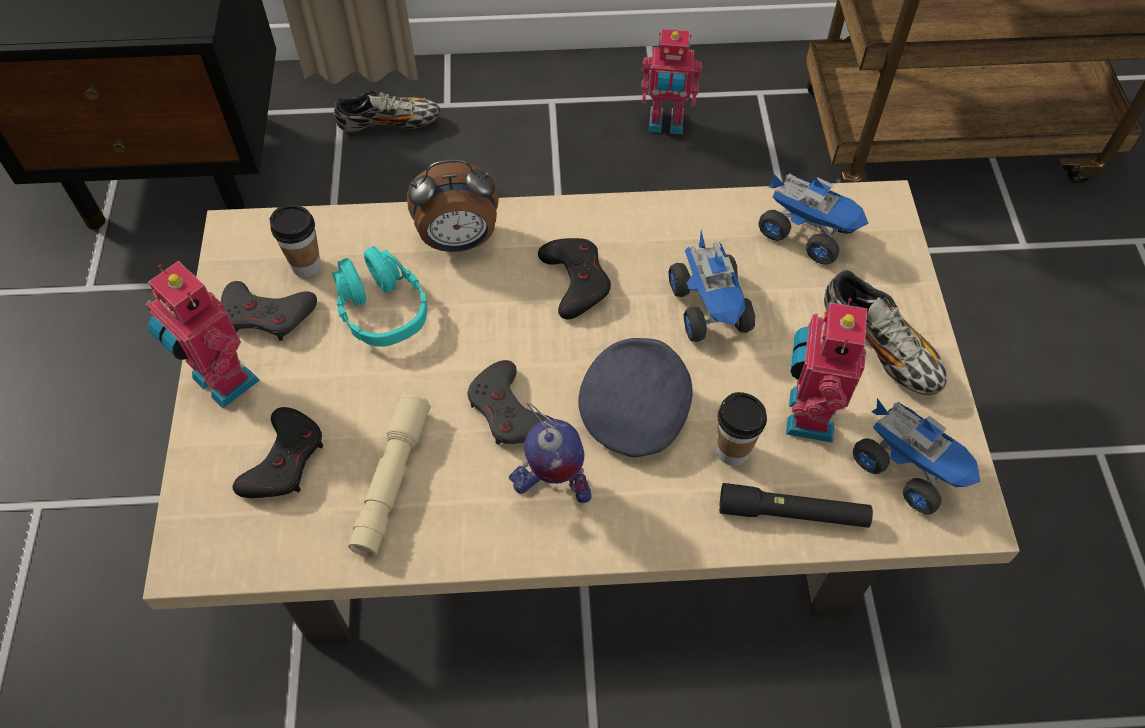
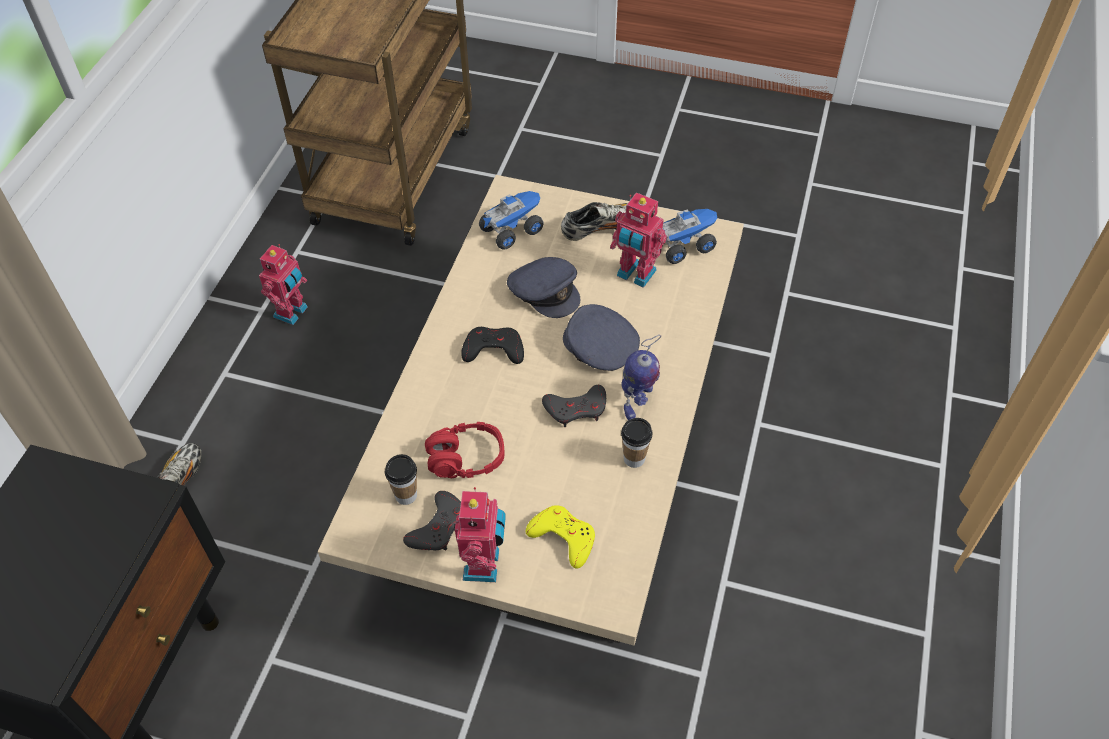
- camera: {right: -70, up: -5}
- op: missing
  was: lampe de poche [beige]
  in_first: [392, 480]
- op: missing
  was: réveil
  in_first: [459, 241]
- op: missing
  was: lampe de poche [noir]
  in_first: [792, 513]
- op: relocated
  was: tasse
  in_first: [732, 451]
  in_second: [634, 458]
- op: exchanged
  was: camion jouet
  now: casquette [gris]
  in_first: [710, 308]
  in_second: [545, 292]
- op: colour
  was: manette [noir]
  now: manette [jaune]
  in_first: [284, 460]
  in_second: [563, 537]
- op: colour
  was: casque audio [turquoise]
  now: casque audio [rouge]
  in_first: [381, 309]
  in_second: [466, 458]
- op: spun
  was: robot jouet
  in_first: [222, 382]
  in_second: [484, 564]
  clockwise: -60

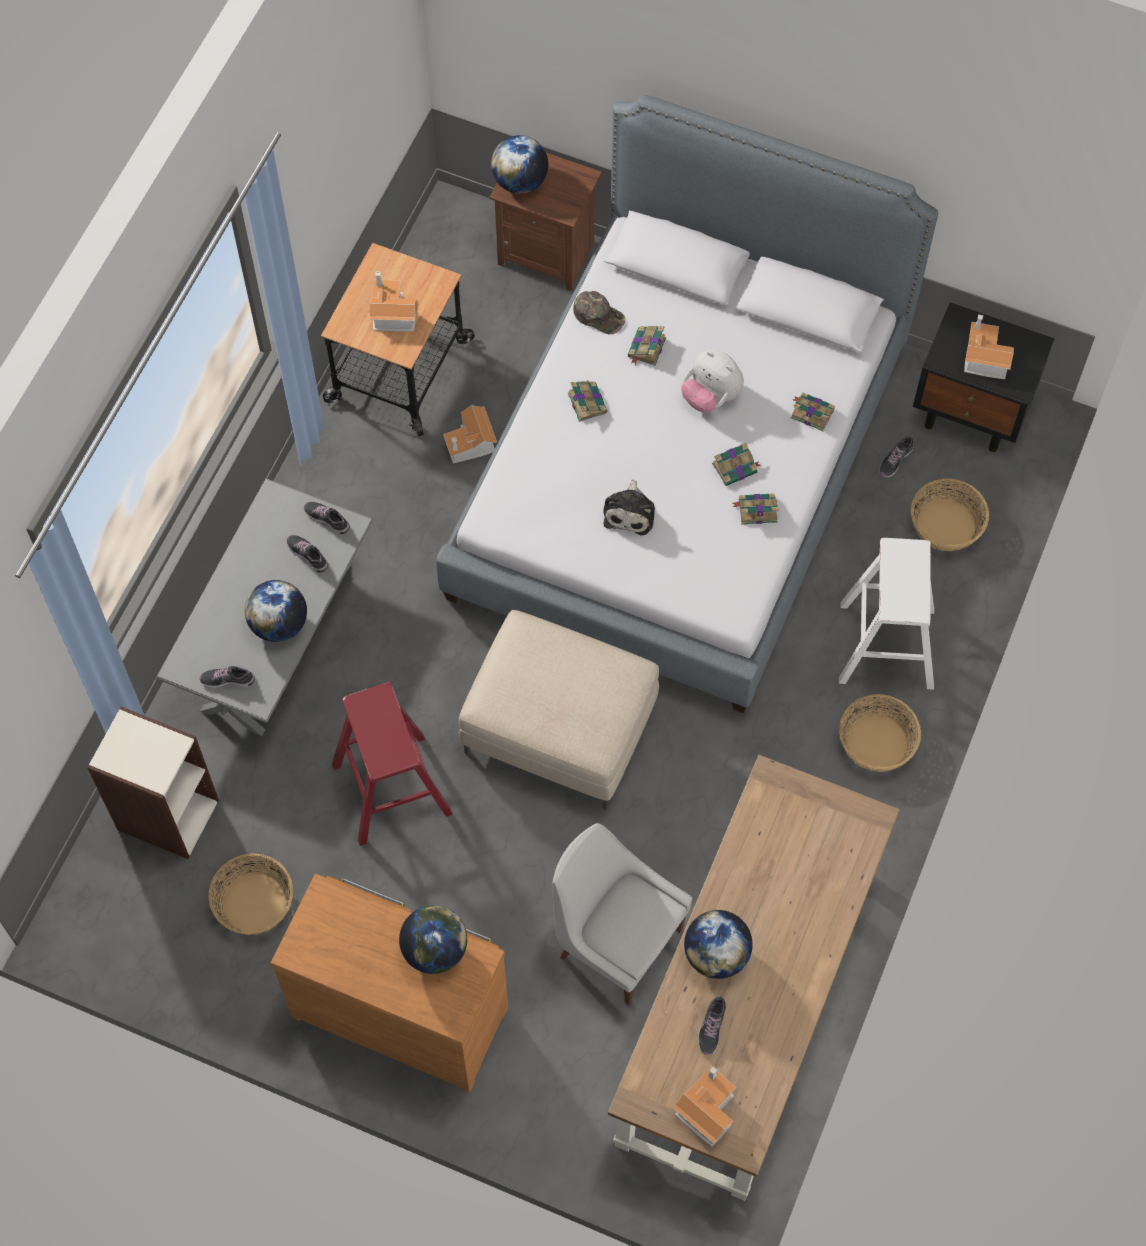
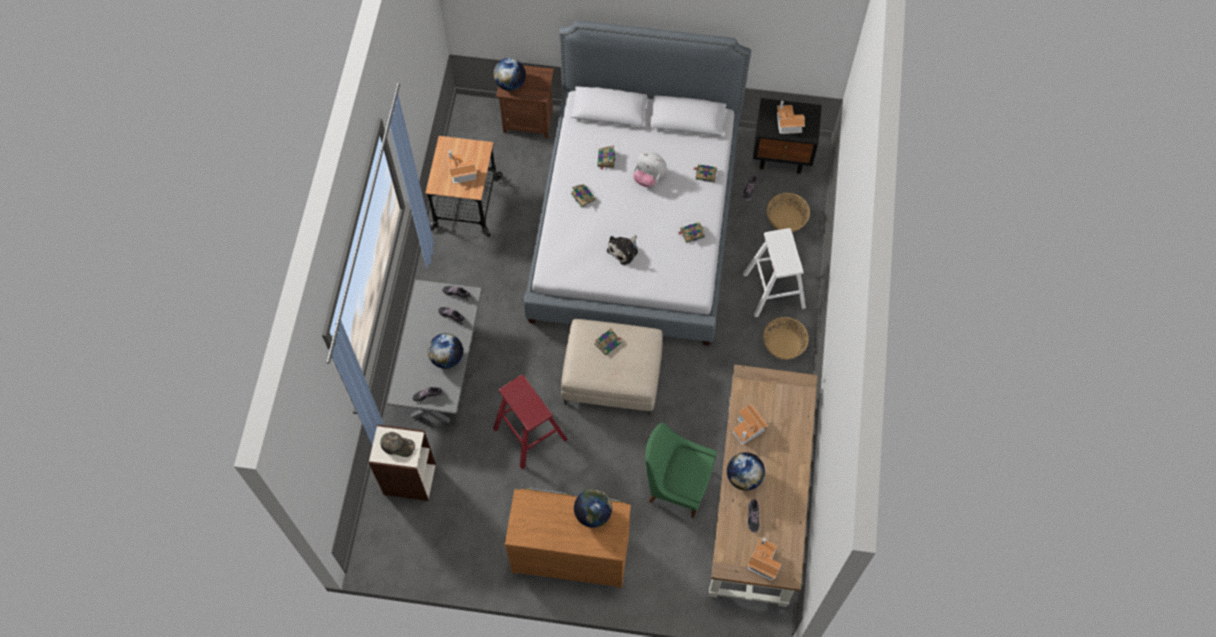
- camera: {right: -15, up: 0}
- op: missing
  was: panier
  in_first: [253, 903]
- op: relocated
  was: maison miniature
  in_first: [471, 444]
  in_second: [748, 429]
- op: relocated
  was: casquette [vert]
  in_first: [599, 315]
  in_second: [398, 445]
- op: relocated
  was: livre
  in_first: [735, 468]
  in_second: [608, 343]
- op: colour
  was: chaise [blanc]
  now: chaise [vert]
  in_first: [616, 940]
  in_second: [676, 485]
- op: spun
  was: peluche
  in_first: [630, 512]
  in_second: [624, 250]
  clockwise: 45

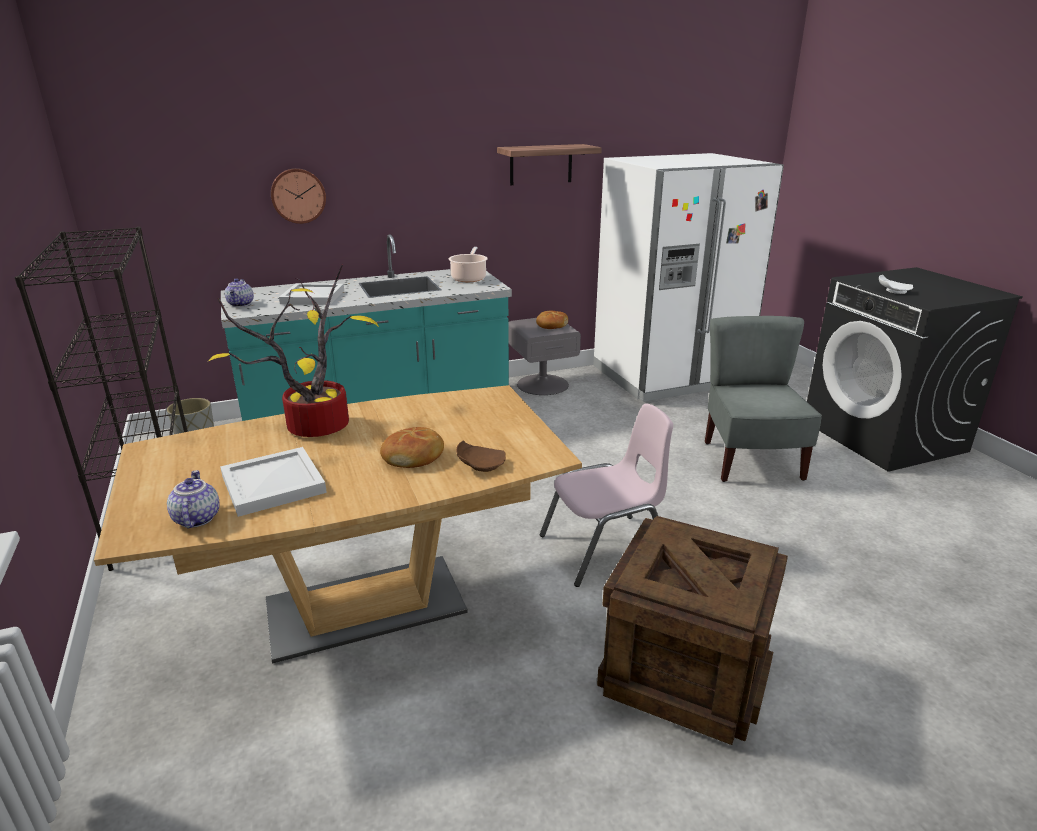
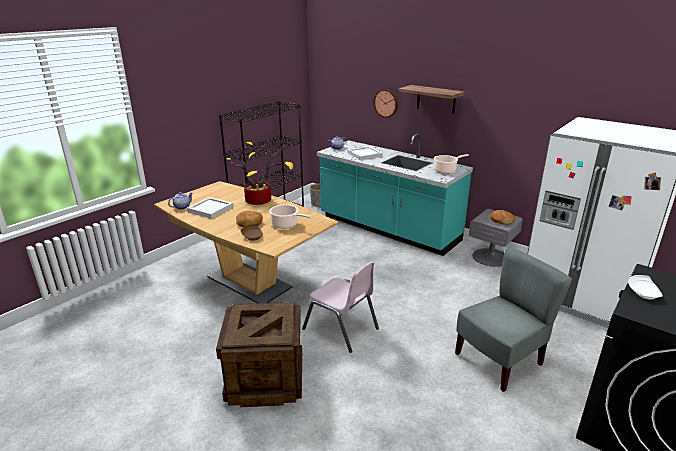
- camera: {right: 60, up: 0}
- op: appeared
  now: marmite
  in_second: [286, 224]
- op: relocated
  was: étagère
  in_first: [541, 164]
  in_second: [436, 99]

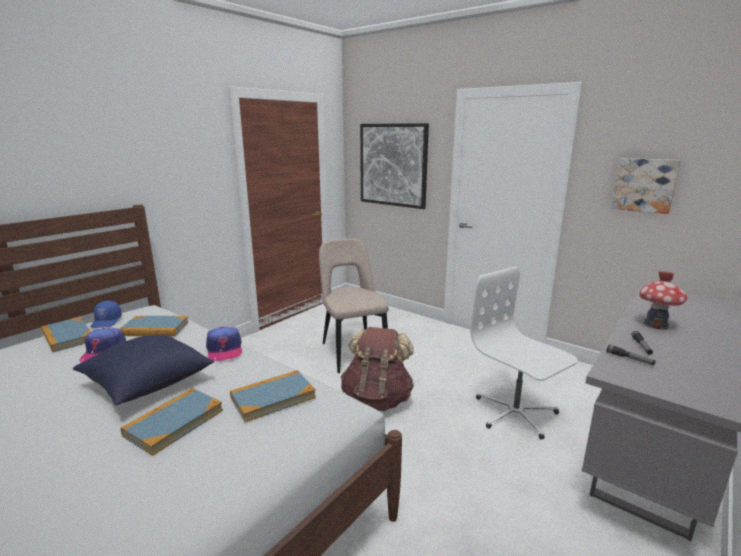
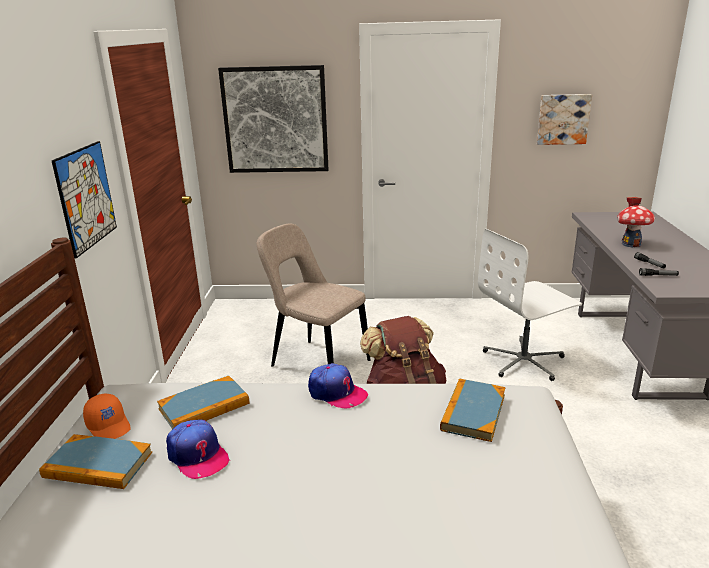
- camera: {right: -35, up: 5}
- op: missing
  was: coussin [bleu]
  in_first: [148, 383]
- op: missing
  was: livre
  in_first: [174, 422]
- op: appeared
  now: tableau
  in_second: [86, 197]
- op: colour
  was: casquette [bleu]
  now: casquette [orange]
  in_first: [107, 321]
  in_second: [109, 426]
- op: spun
  was: chaise de bureau [blanc]
  in_first: [515, 413]
  in_second: [524, 361]
  clockwise: -45

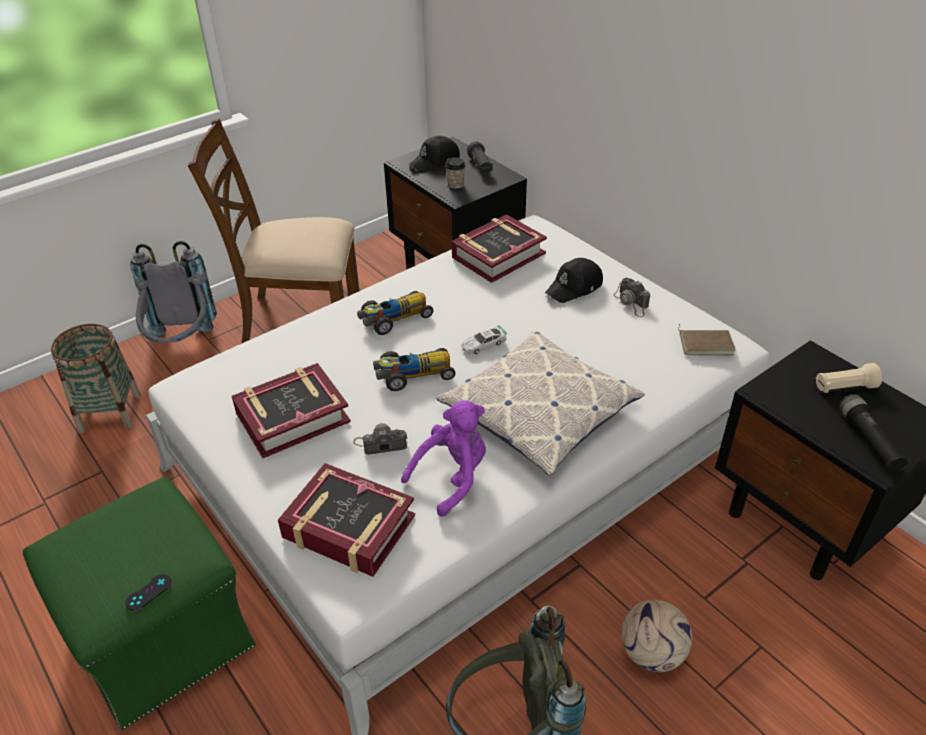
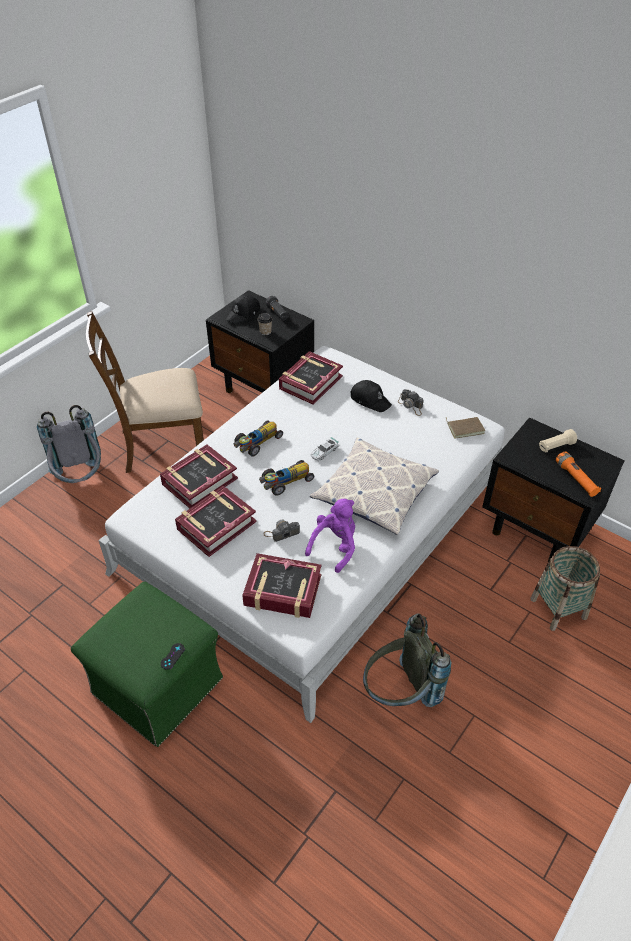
- camera: {right: -15, up: 5}
- op: missing
  was: ballon de foot
  in_first: [652, 652]
- op: appeared
  now: livre
  in_second: [199, 481]
- op: relocated
  was: panier
  in_first: [110, 412]
  in_second: [558, 608]
- op: colour
  was: lampe de poche [noir]
  now: lampe de poche [orange]
  in_first: [868, 441]
  in_second: [576, 479]
- op: spun
  was: casquette [noir]
  in_first: [575, 287]
  in_second: [370, 400]
  clockwise: -90

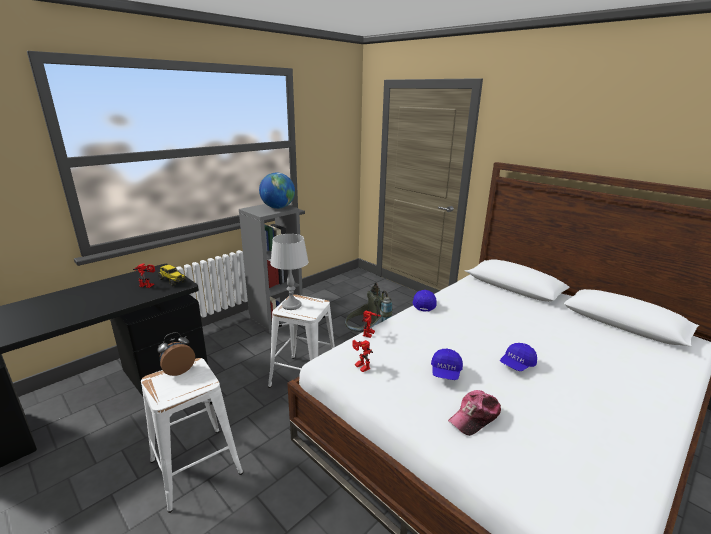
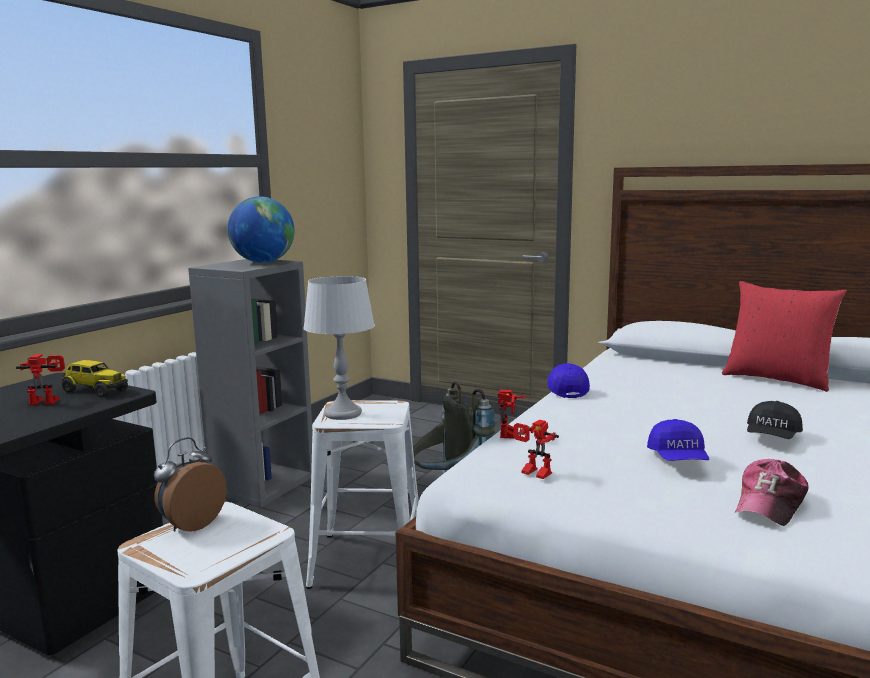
- camera: {right: -15, up: -10}
- op: appeared
  now: coussin [rouge]
  in_second: [777, 379]
- op: colour
  was: casquette [bleu]
  now: casquette [noir]
  in_first: [517, 364]
  in_second: [772, 436]

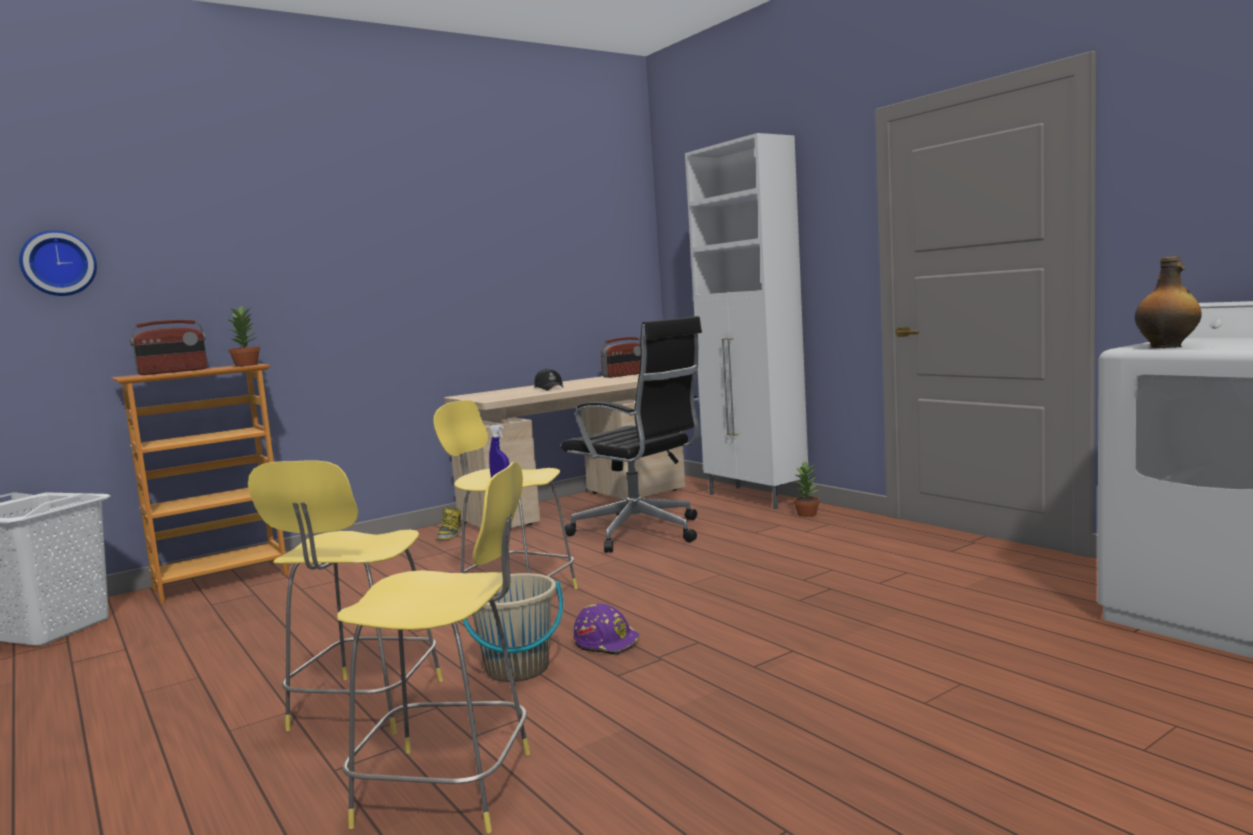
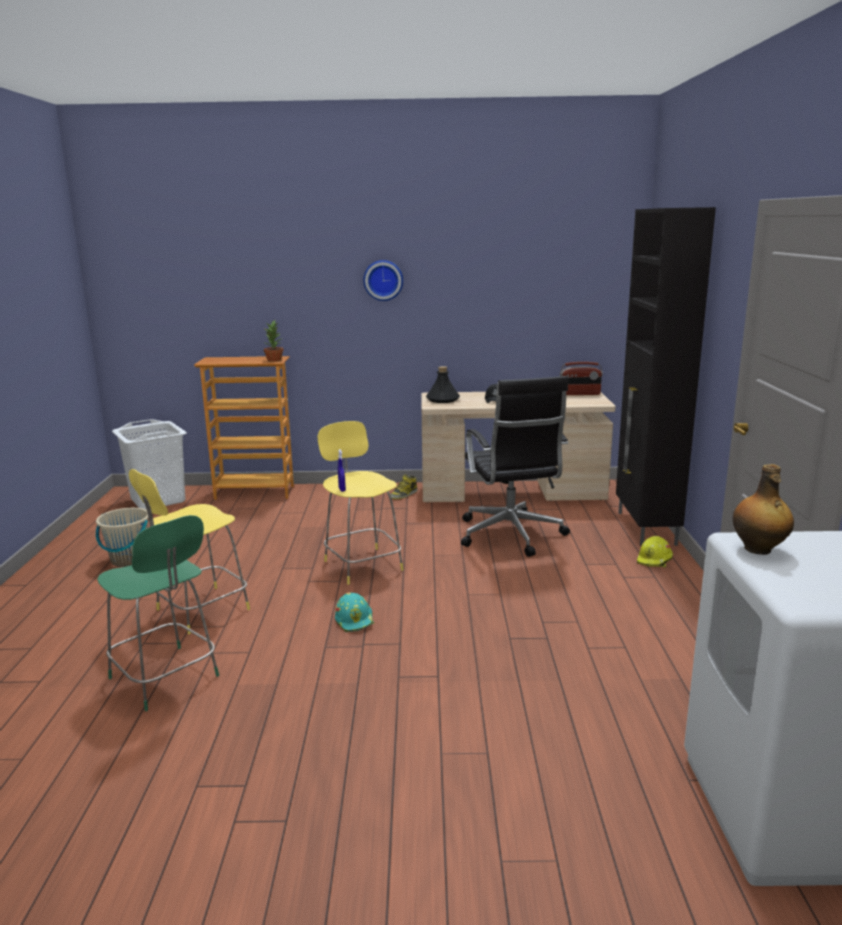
- camera: {right: 35, up: 10}
- op: missing
  was: radio
  in_first: [173, 372]
- op: appeared
  now: bouteille [noir]
  in_second: [442, 400]
- op: relocated
  was: horloge murale
  in_first: [58, 263]
  in_second: [383, 280]
- op: relocated
  was: seau [beige]
  in_first: [517, 669]
  in_second: [129, 559]
- op: exchanged
  was: plante en pot
  now: casque de chantier [jaune]
  in_first: [807, 514]
  in_second: [654, 560]
- op: colour
  was: tabouret [jaune]
  now: tabouret [vert]
  in_first: [452, 788]
  in_second: [166, 679]
- op: colour
  was: casque de chantier [violet]
  now: casque de chantier [turquoise]
  in_first: [607, 642]
  in_second: [355, 620]
- op: colour
  was: meuble de rangement [blanc]
  now: meuble de rangement [noir]
  in_first: [756, 498]
  in_second: [646, 529]

